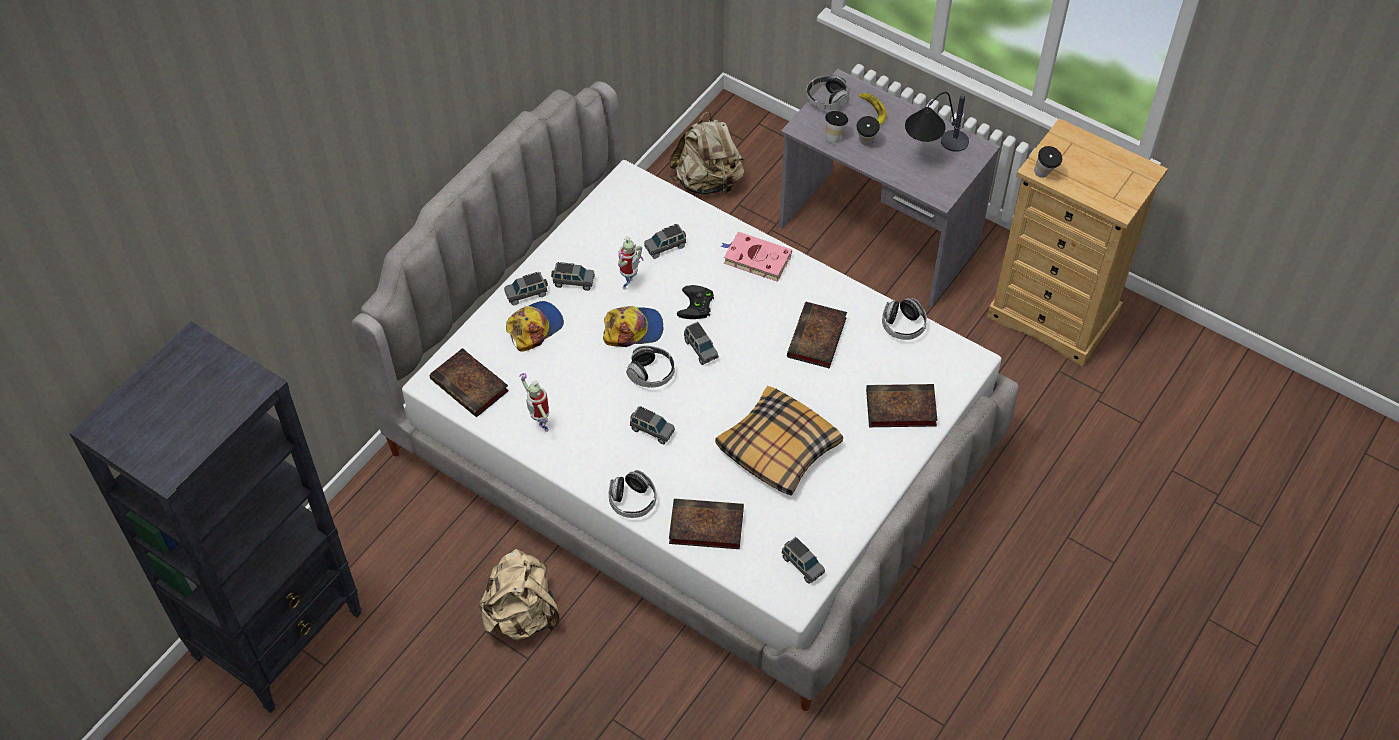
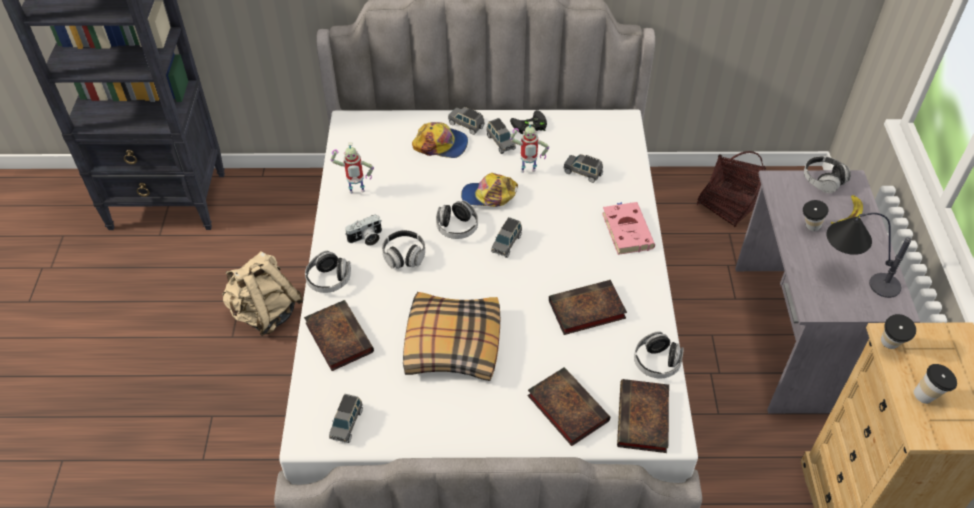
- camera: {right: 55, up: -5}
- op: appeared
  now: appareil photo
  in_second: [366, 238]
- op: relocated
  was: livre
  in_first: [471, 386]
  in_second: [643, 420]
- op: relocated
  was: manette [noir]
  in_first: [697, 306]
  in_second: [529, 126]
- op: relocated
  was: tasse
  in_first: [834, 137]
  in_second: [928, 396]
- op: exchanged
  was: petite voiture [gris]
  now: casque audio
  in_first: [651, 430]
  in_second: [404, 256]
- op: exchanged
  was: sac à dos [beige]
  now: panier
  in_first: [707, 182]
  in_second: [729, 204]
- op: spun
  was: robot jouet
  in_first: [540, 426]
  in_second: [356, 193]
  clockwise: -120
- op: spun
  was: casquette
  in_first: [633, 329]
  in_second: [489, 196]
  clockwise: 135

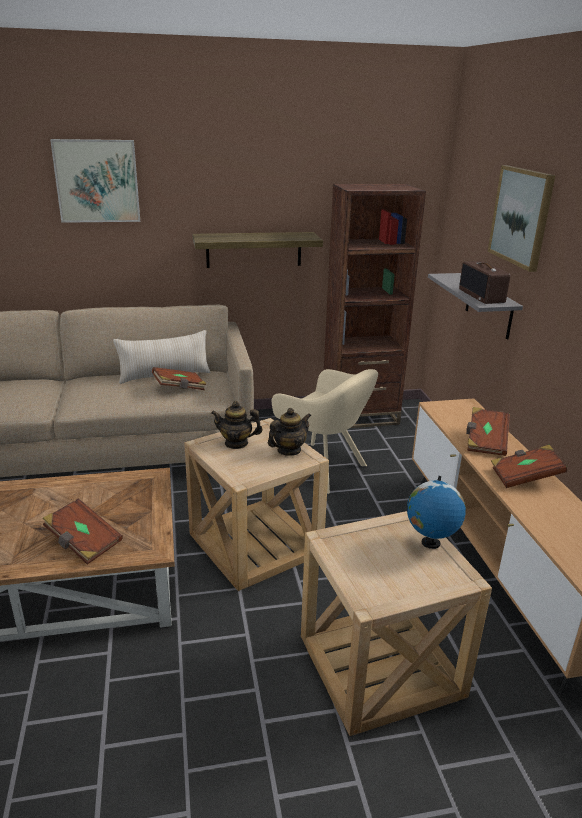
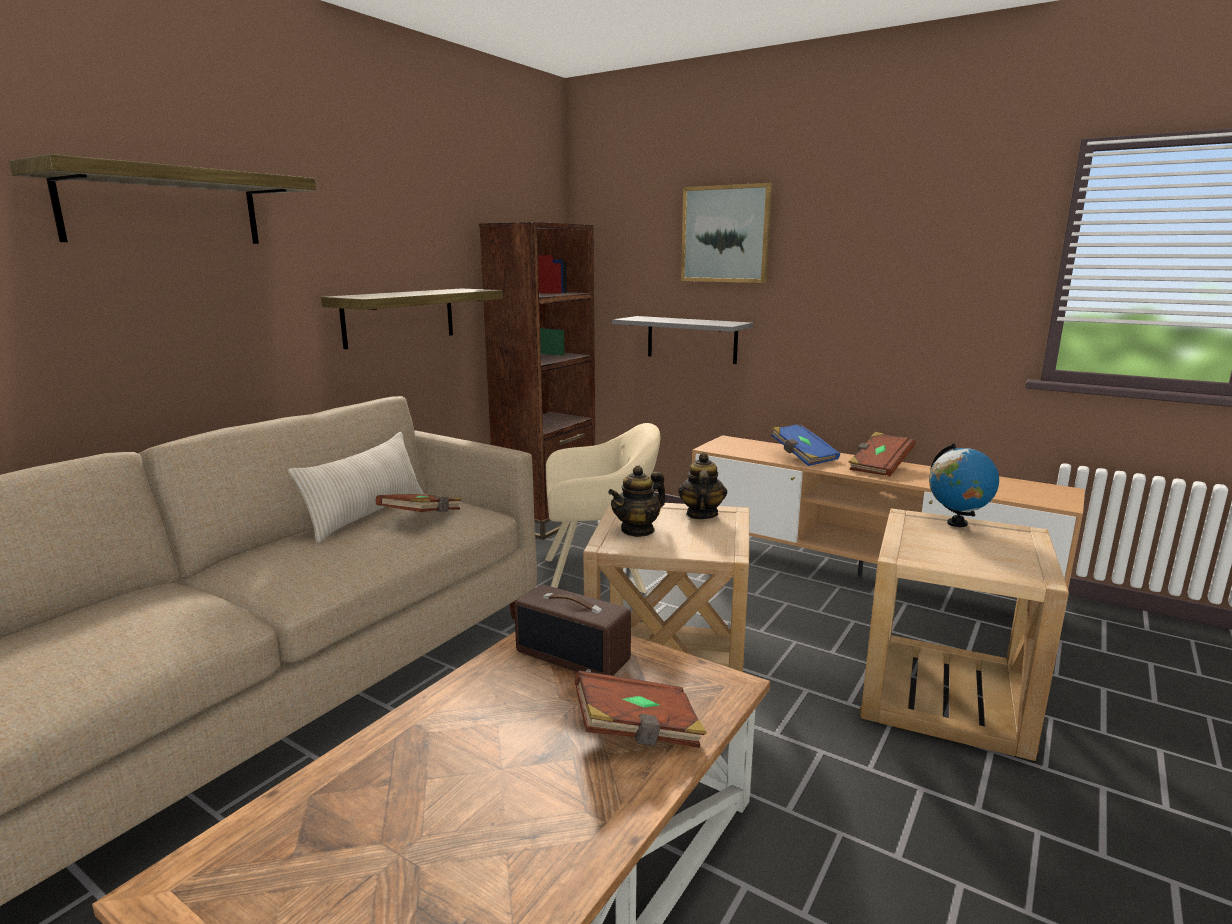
- camera: {right: -45, up: -10}
- op: relocated
  was: radio
  in_first: [482, 296]
  in_second: [574, 656]
- op: exchanged
  was: tableau
  now: étagère
  in_first: [97, 181]
  in_second: [163, 208]
- op: colour
  was: livre [marron]
  now: livre [bleu]
  in_first: [485, 441]
  in_second: [802, 457]

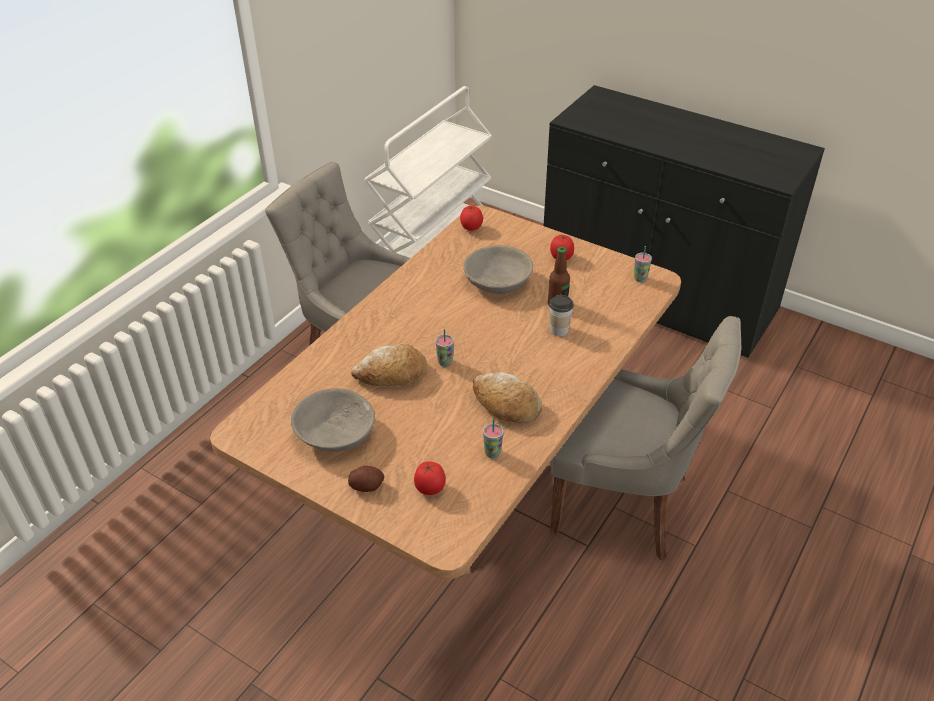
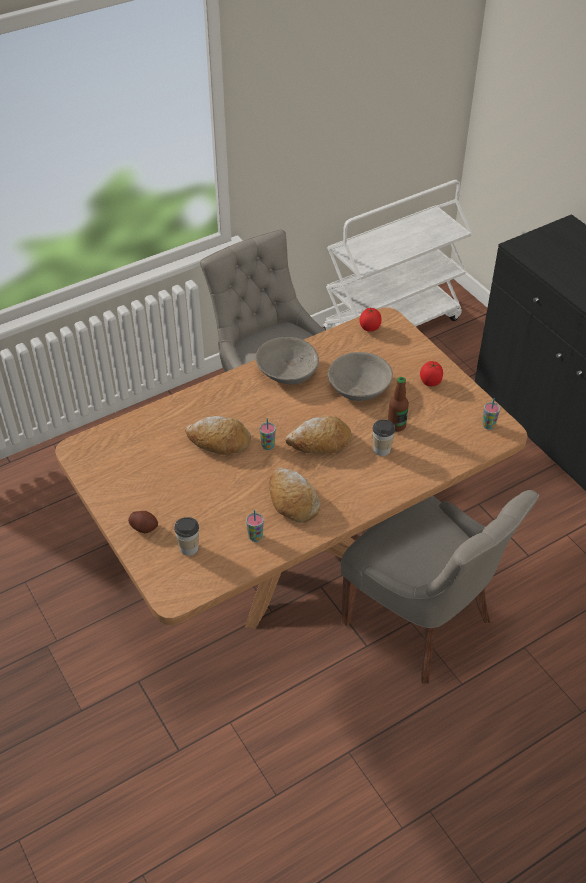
- camera: {right: 25, up: 5}
- op: appeared
  now: pain
  in_second: [319, 442]
- op: relocated
  was: bol [gris]
  in_first: [335, 433]
  in_second: [287, 371]
- op: exchanged
  was: tomate
  now: tasse
  in_first: [430, 489]
  in_second: [189, 548]

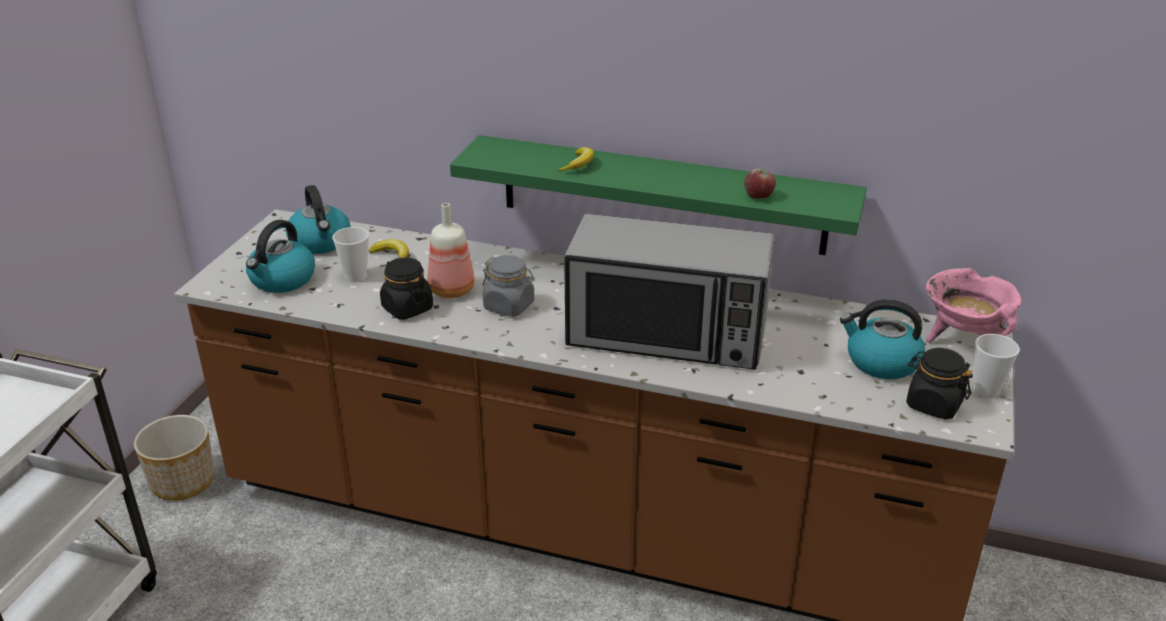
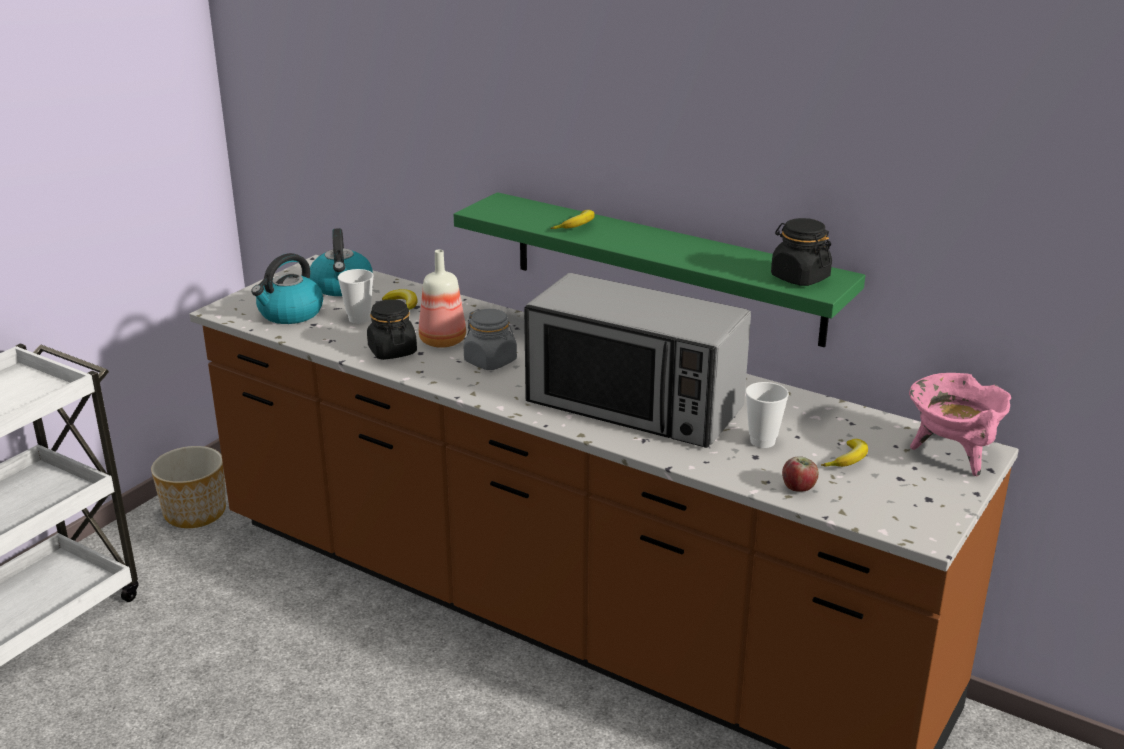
- camera: {right: 15, up: -5}
- op: relocated
  was: pomme
  in_first: [758, 196]
  in_second: [799, 488]
- op: relocated
  was: bocal [noir]
  in_first: [933, 404]
  in_second: [799, 277]
- op: relocated
  was: tasse
  in_first: [986, 390]
  in_second: [762, 441]
- op: exchanged
  was: bouilloire
  now: banane
  in_first: [881, 362]
  in_second: [848, 460]

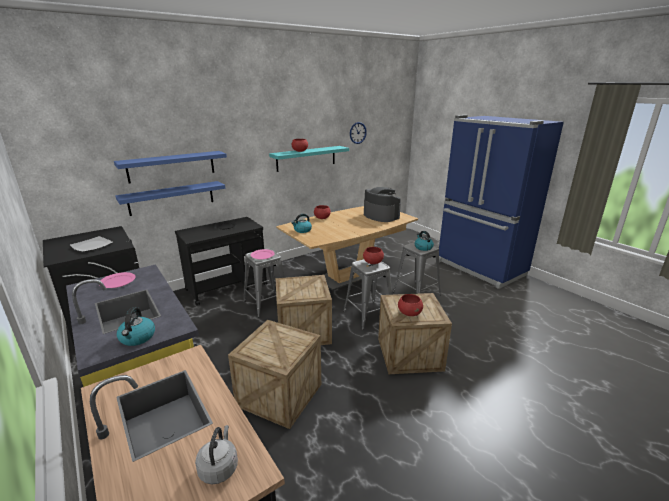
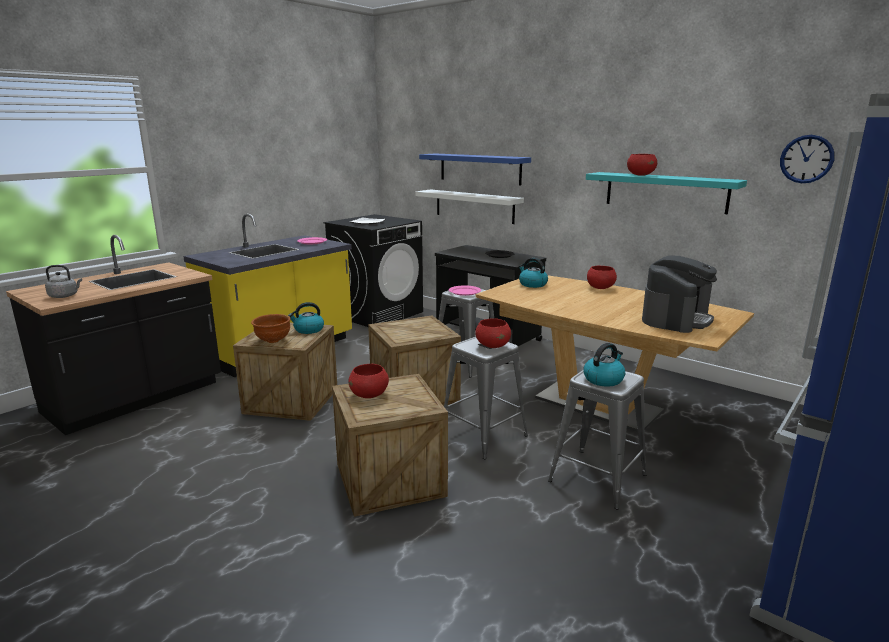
- camera: {right: 75, up: -5}
- op: appeared
  now: bol [marron]
  in_second: [272, 340]
- op: relocated
  was: bouilloire
  in_first: [137, 338]
  in_second: [308, 330]
- op: colour
  was: étagère [bleu]
  now: étagère [blanc]
  in_first: [171, 198]
  in_second: [474, 206]

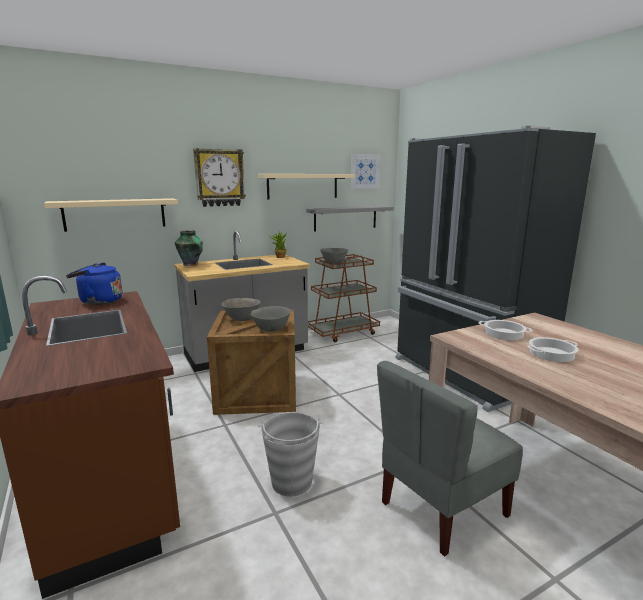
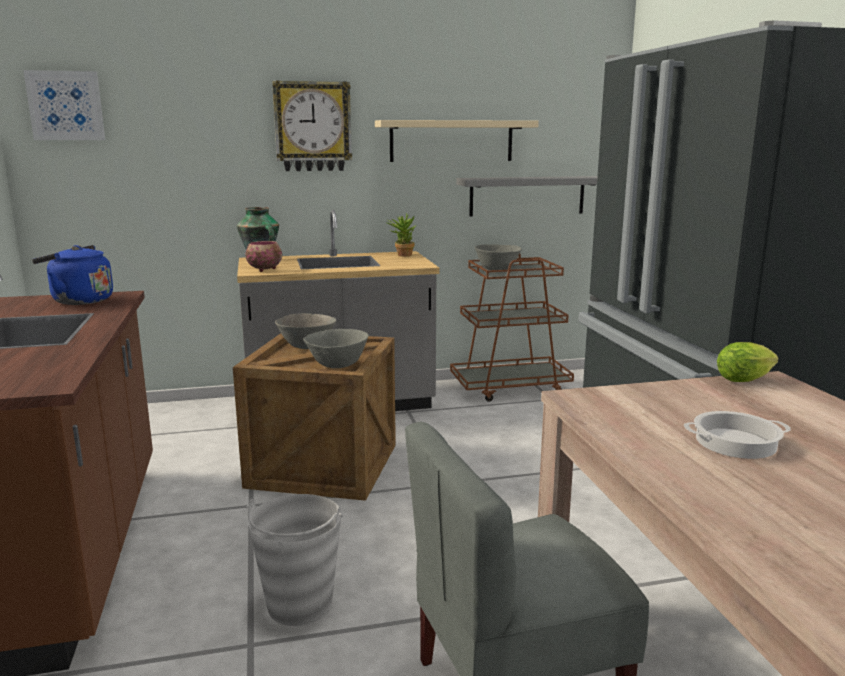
- camera: {right: 15, up: 0}
- op: missing
  was: étagère [beige]
  in_first: [115, 214]
- op: missing
  was: marmite
  in_first: [504, 333]
- op: appeared
  now: bol
  in_second: [265, 270]
- op: appeared
  now: laitue
  in_second: [746, 379]
- op: relocated
  was: tableau
  in_first: [364, 171]
  in_second: [66, 106]

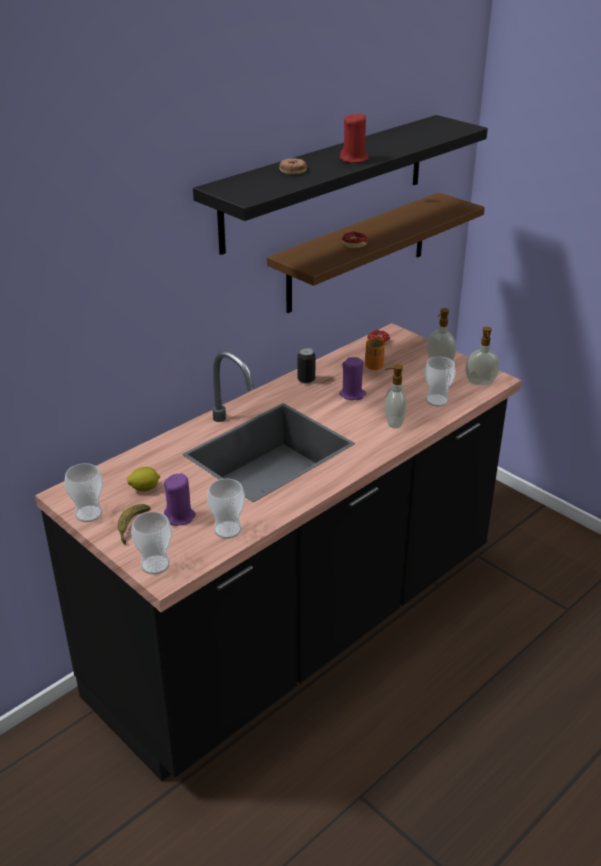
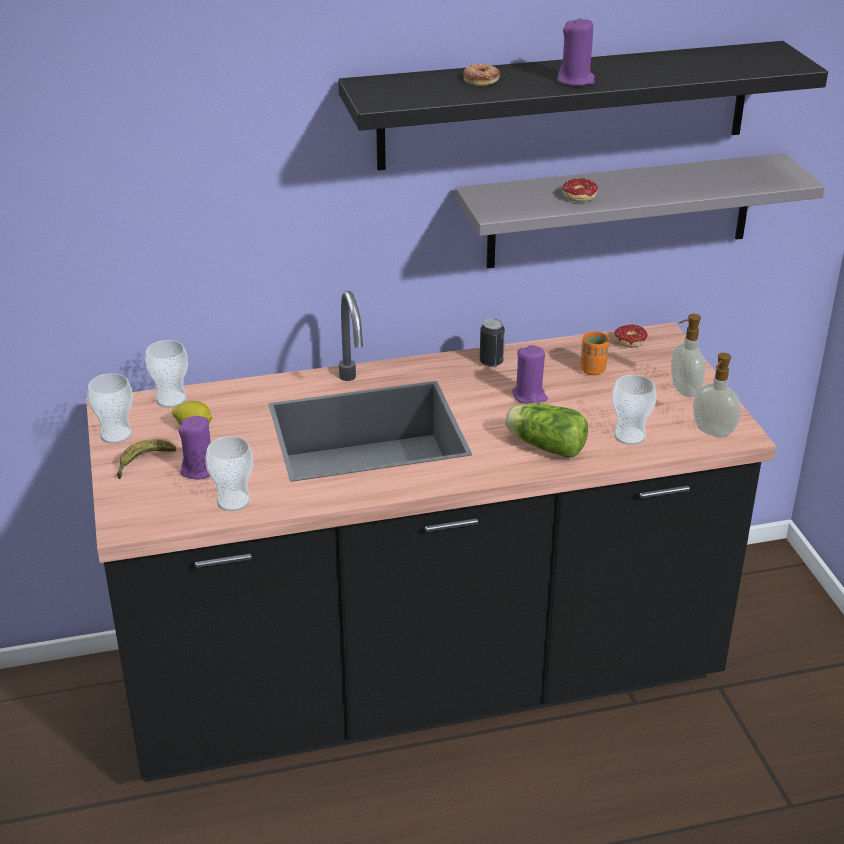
- camera: {right: 30, up: 0}
- op: relocated
  was: tasse
  in_first: [155, 565]
  in_second: [171, 399]
- op: exchanged
  was: distributeur de savon
  now: laitue
  in_first: [393, 423]
  in_second: [544, 445]
- op: colour
  was: étagère [marron]
  now: étagère [gris]
  in_first: [358, 252]
  in_second: [620, 211]
- op: colour
  was: bougie [rouge]
  now: bougie [violet]
  in_first: [354, 159]
  in_second: [576, 80]

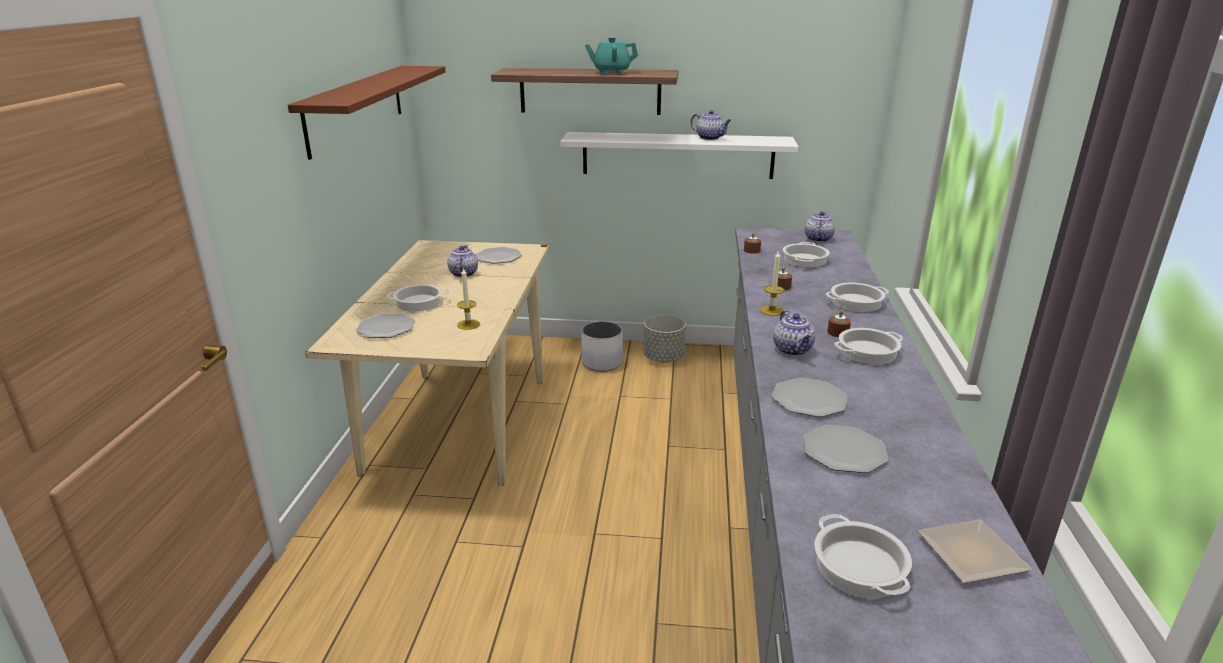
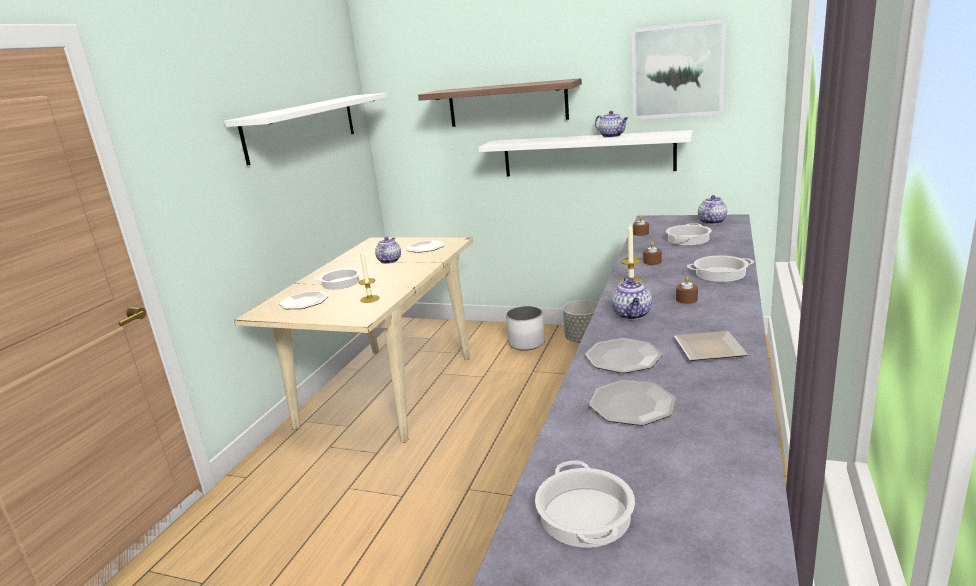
- camera: {right: 15, up: -5}
- op: missing
  was: théière [turquoise]
  in_first: [611, 72]
- op: missing
  was: marmite
  in_first: [867, 351]
- op: appeared
  now: tableau
  in_second: [677, 71]
- op: relocated
  was: assiette
  in_first: [970, 557]
  in_second: [708, 350]
- op: colour
  was: étagère [marron]
  now: étagère [blanc]
  in_first: [356, 108]
  in_second: [302, 127]

